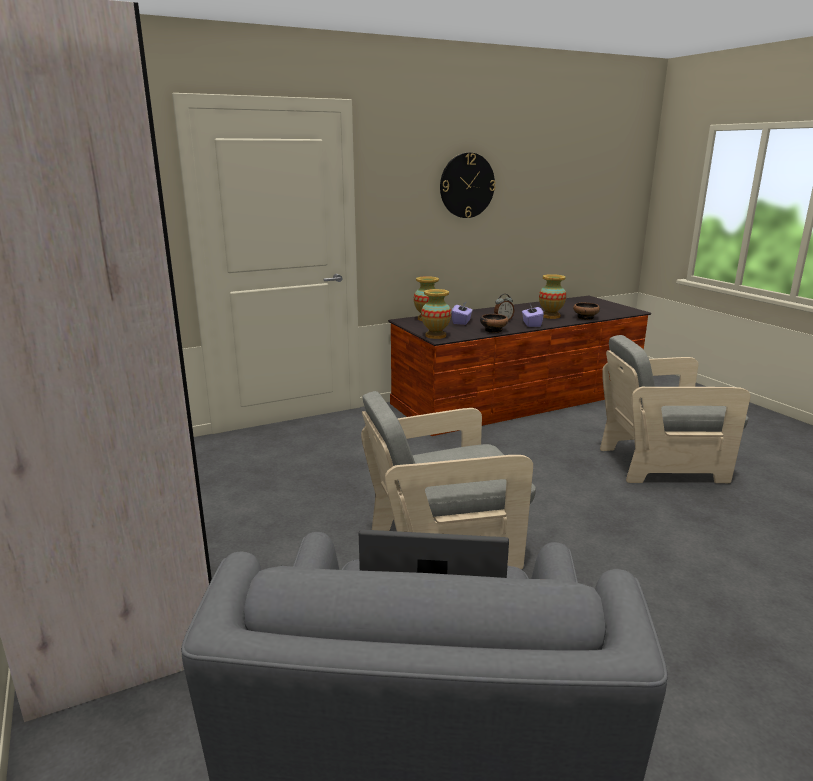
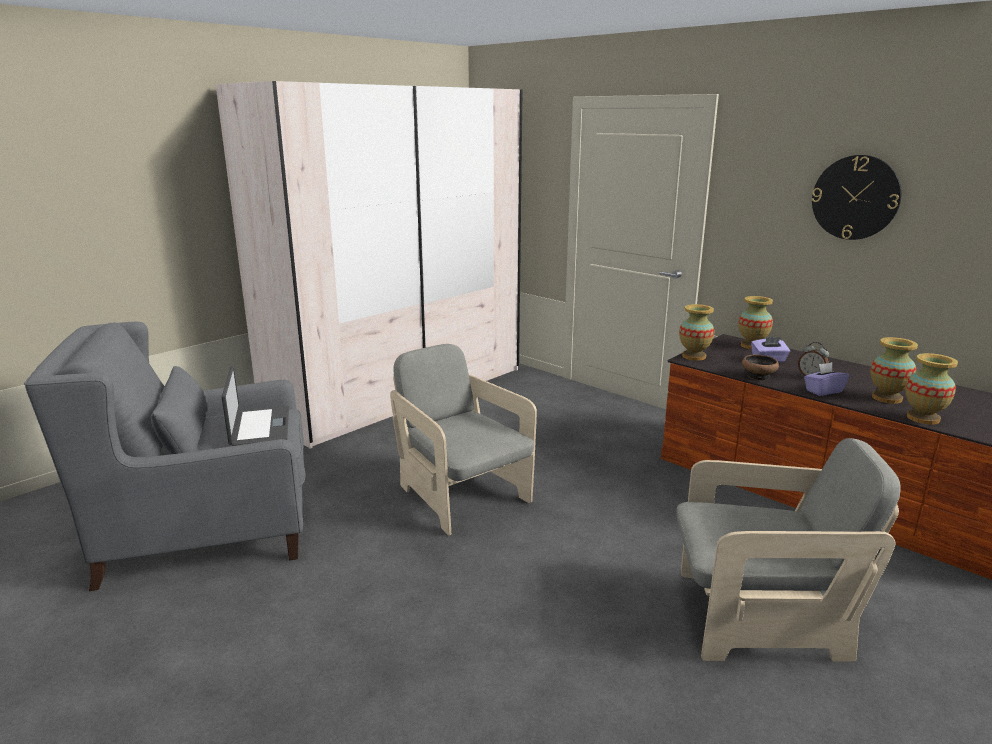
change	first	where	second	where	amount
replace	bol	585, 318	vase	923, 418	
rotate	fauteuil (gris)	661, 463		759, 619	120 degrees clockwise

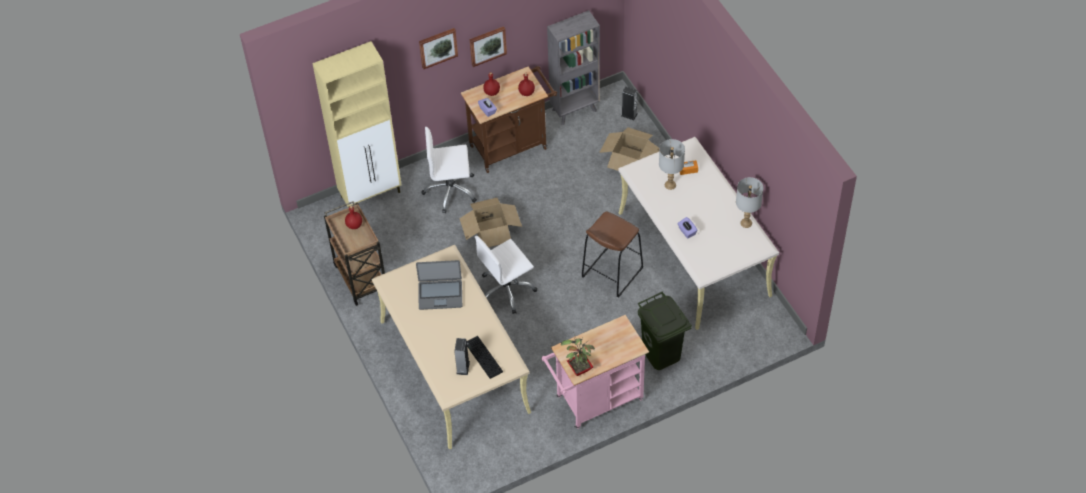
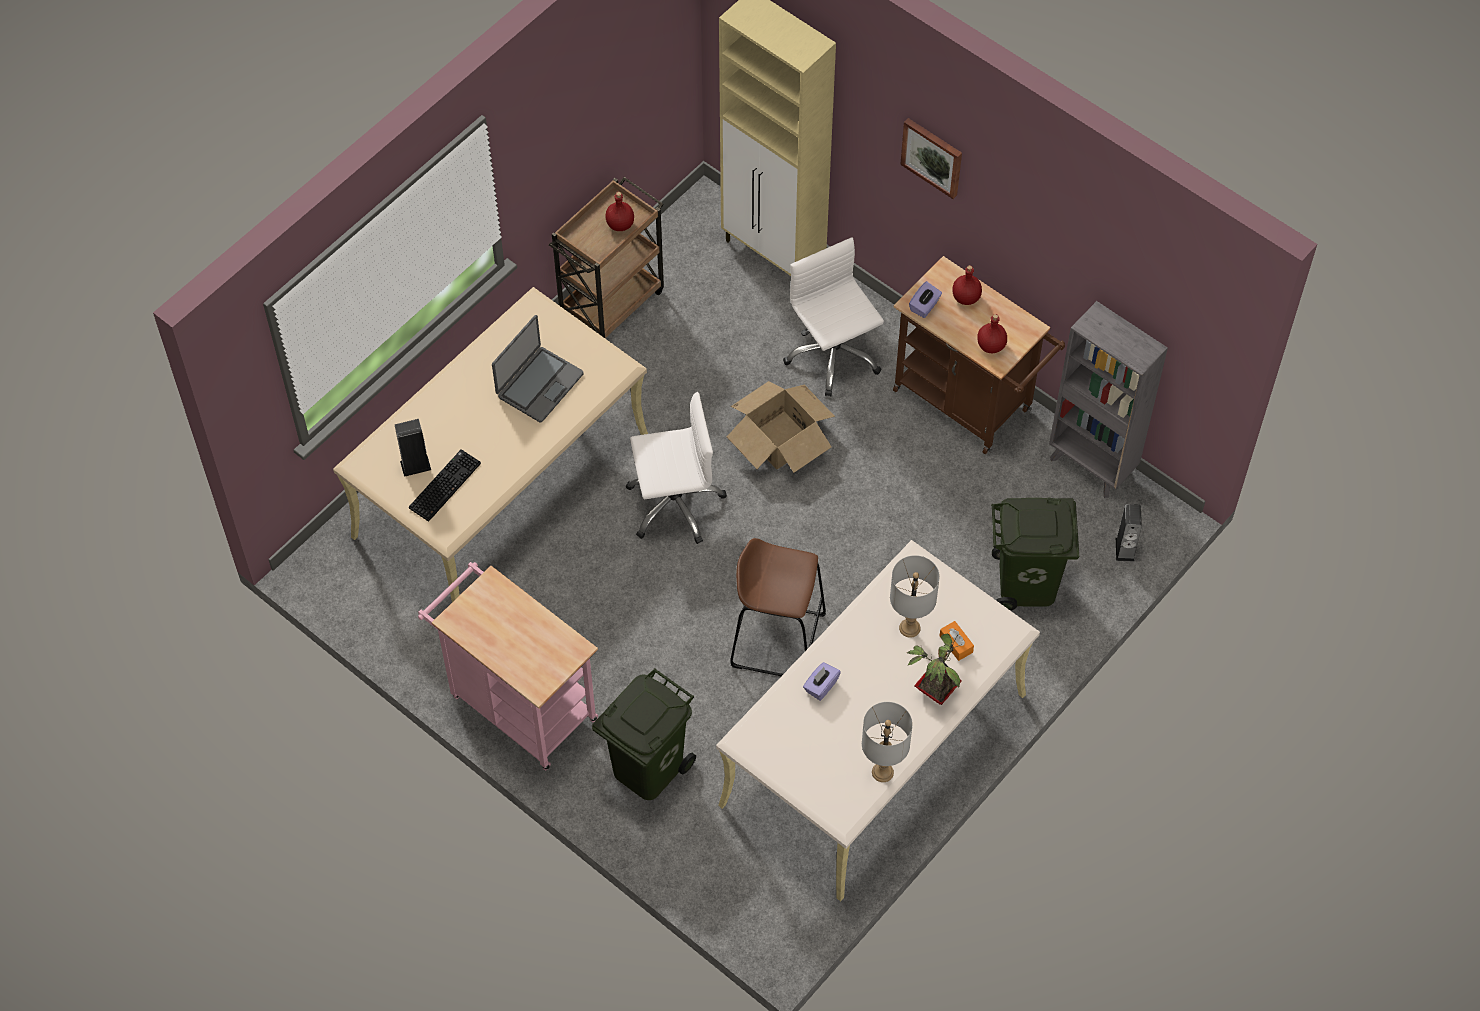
change	first	where	second	where	amount
delete	tableau	487, 45			
replace	carton	630, 160	poubelle (vert)	1026, 585	
rotate	chaise de bureau (blanc)	506, 290		674, 503	135 degrees clockwise
rotate	ordinateur portable	440, 294		539, 384	120 degrees counterclockwise
move	plante en pot	579, 370		935, 690	

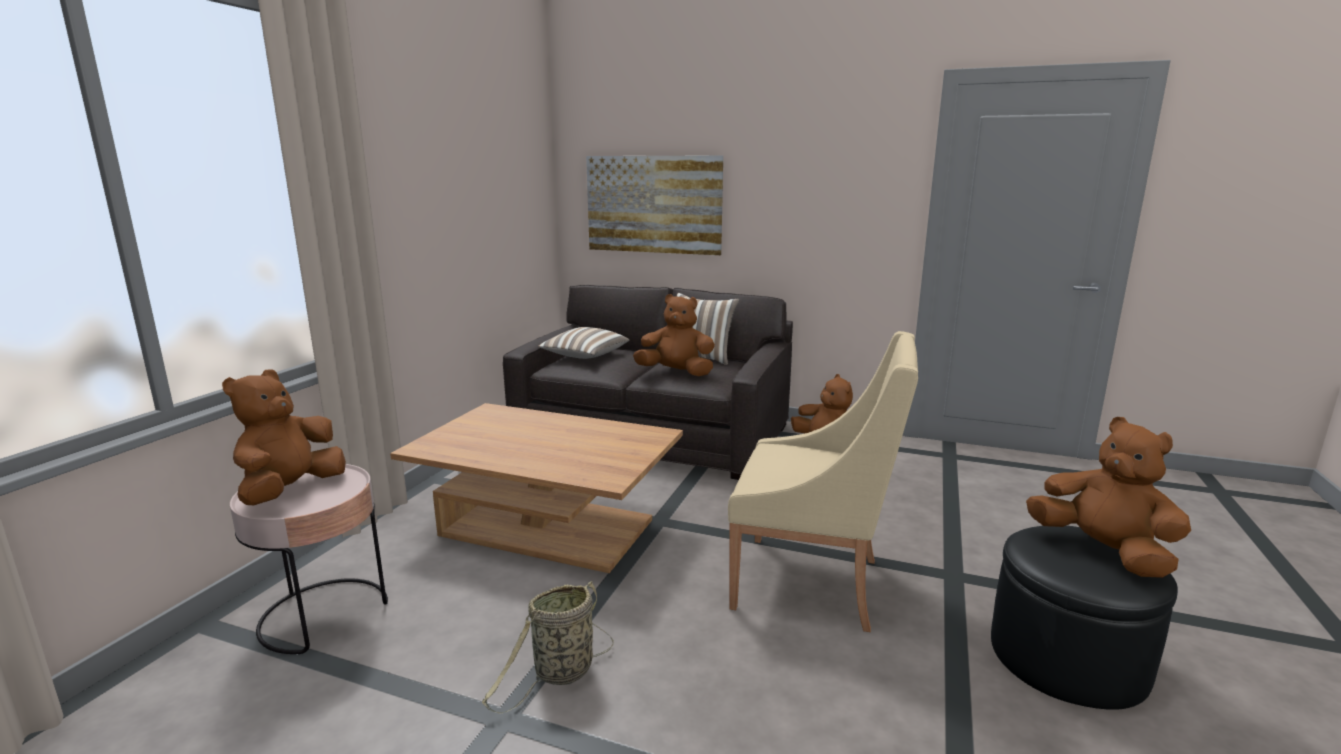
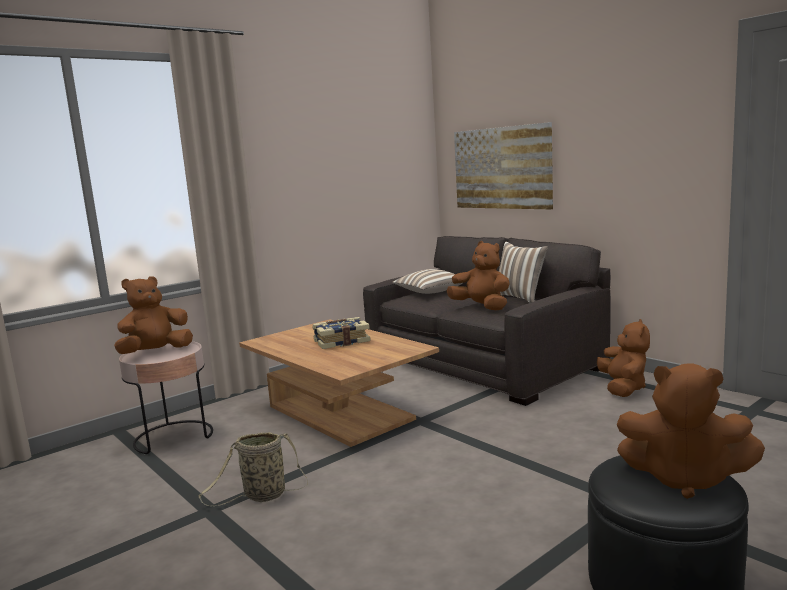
change	first	where	second	where	amount
delete	fauteuil (beige)	812, 583			
rotate	peluche (marron)	1102, 551		684, 479	120 degrees clockwise
insert			livre	341, 341	

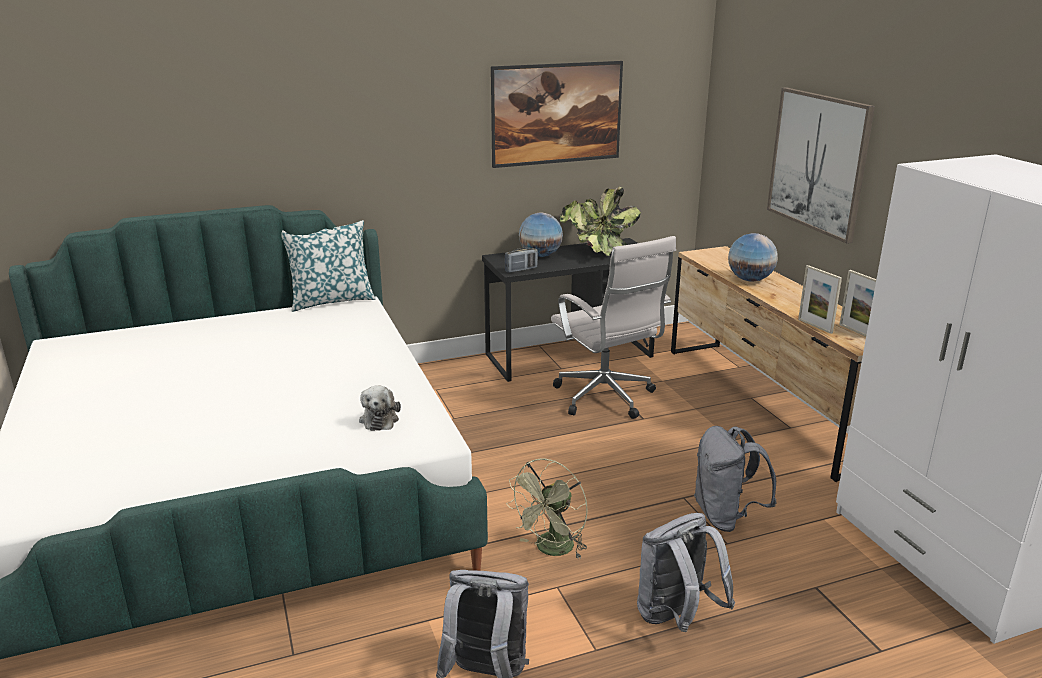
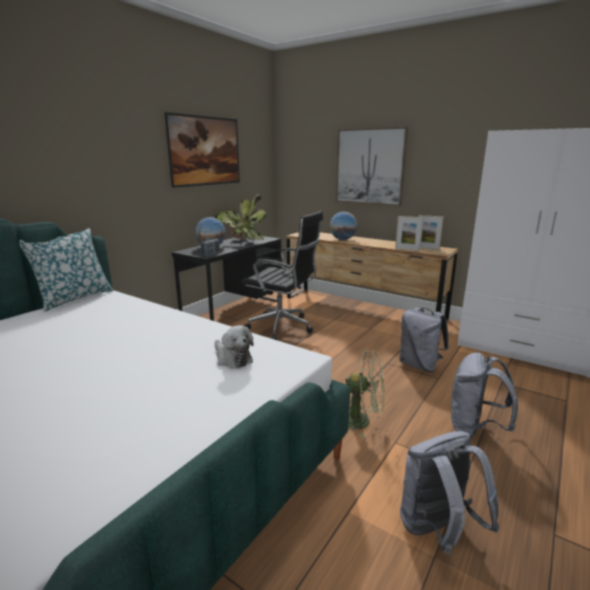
change	first	where	second	where	amount
recolor	chaise de bureau (blanc)	606, 399	chaise de bureau (noir)	283, 327	
rotate	ventilateur (vert)	551, 550		362, 421	75 degrees counterclockwise

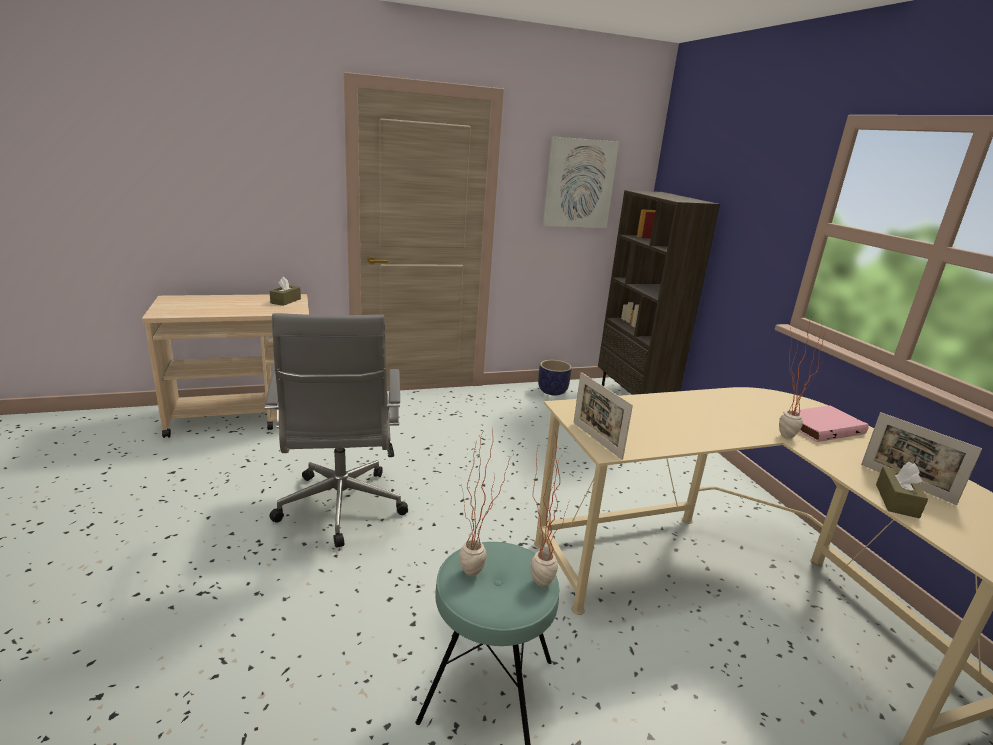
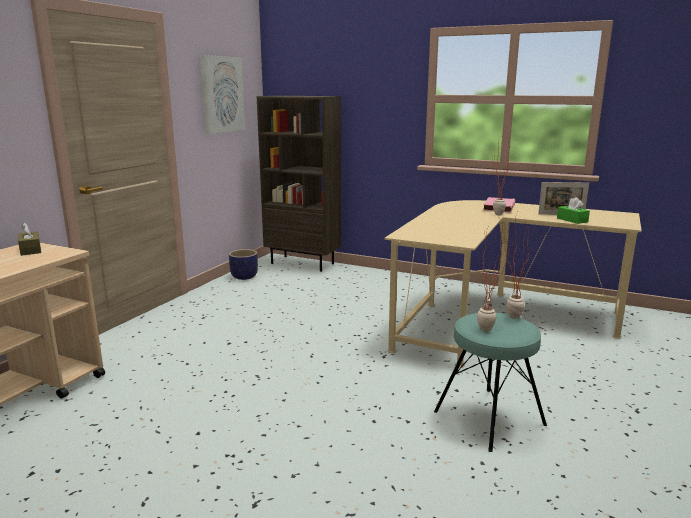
change	first	where	second	where	amount
delete	chaise de bureau (gris)	341, 509			
delete	cadre photo	596, 440			
recolor	boîte à mouchoirs (marron)	896, 501	boîte à mouchoirs (vert)	572, 220	

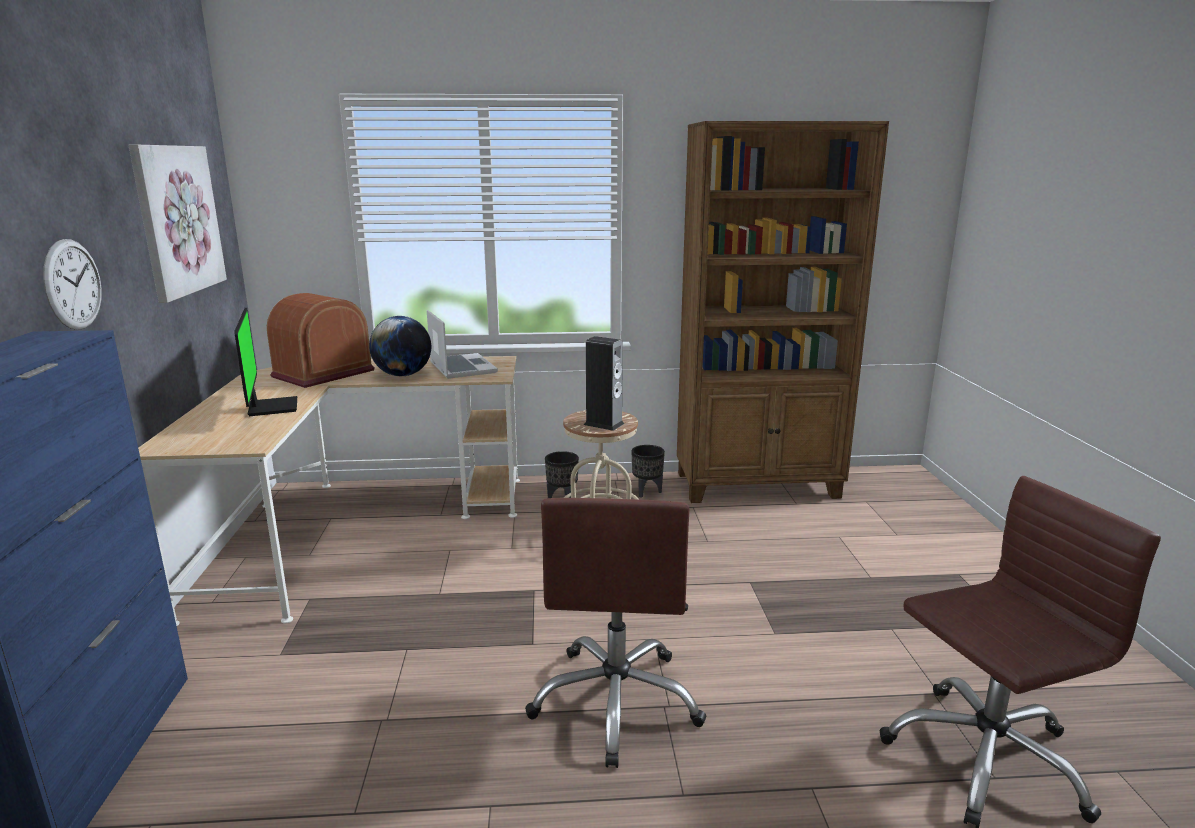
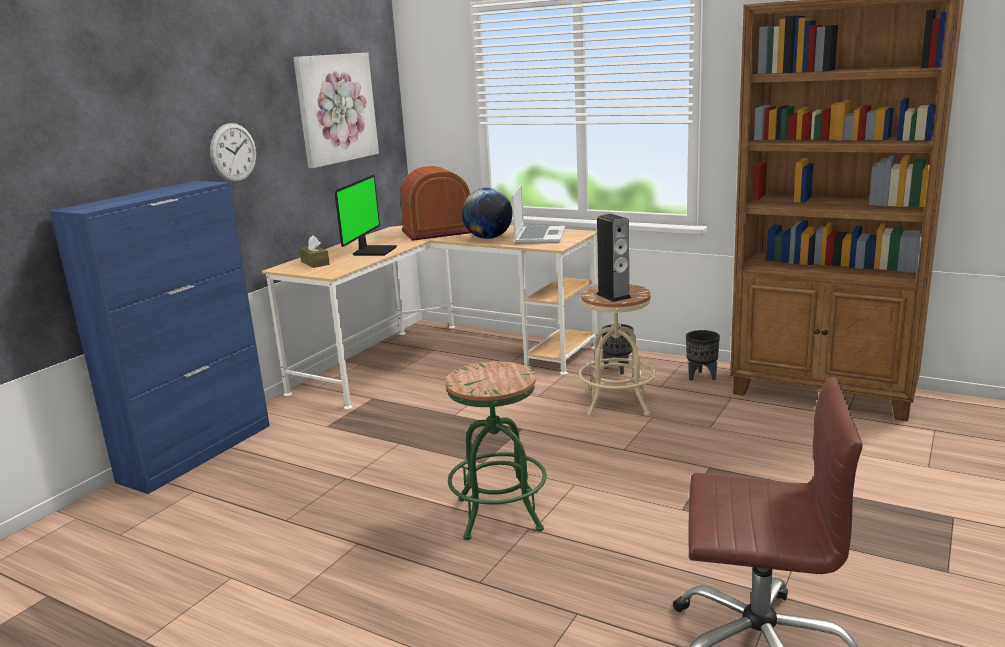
change	first	where	second	where	amount
replace	chaise de bureau (marron)	617, 701	tabouret (vert)	499, 514	
insert			boîte à mouchoirs (marron)	315, 263	

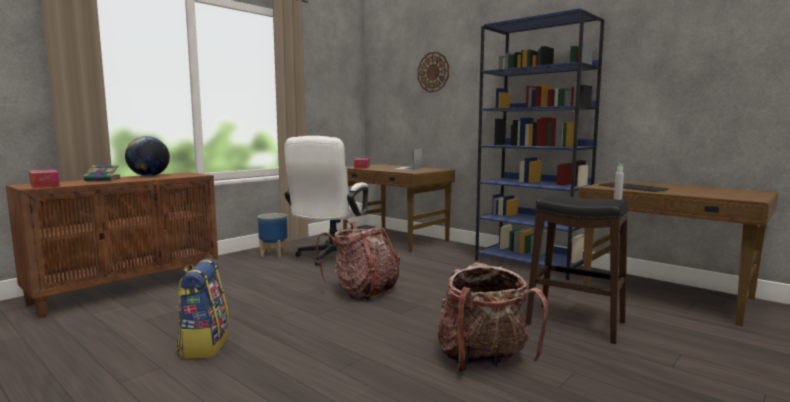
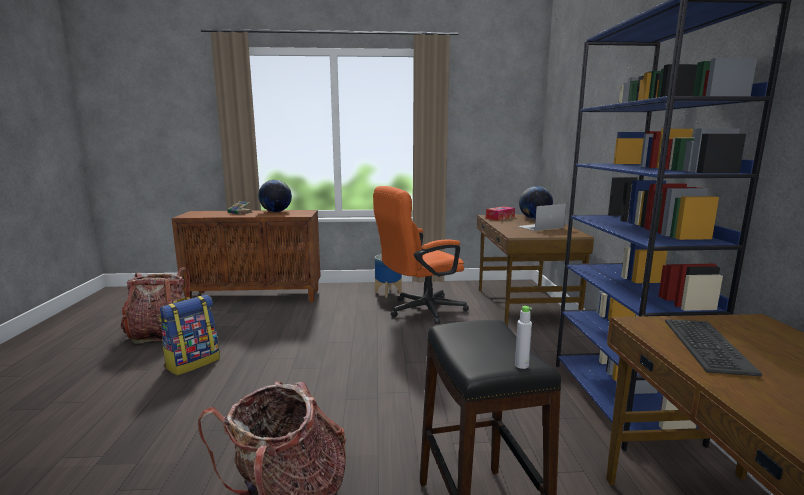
change	first	where	second	where	amount
delete	horloge murale	433, 72			
recolor	chaise de bureau (blanc)	329, 258	chaise de bureau (orange)	420, 310	
delete	boîte à mouchoirs	44, 185			
move	sac à dos	363, 292		159, 333	
insert			globe	534, 218	

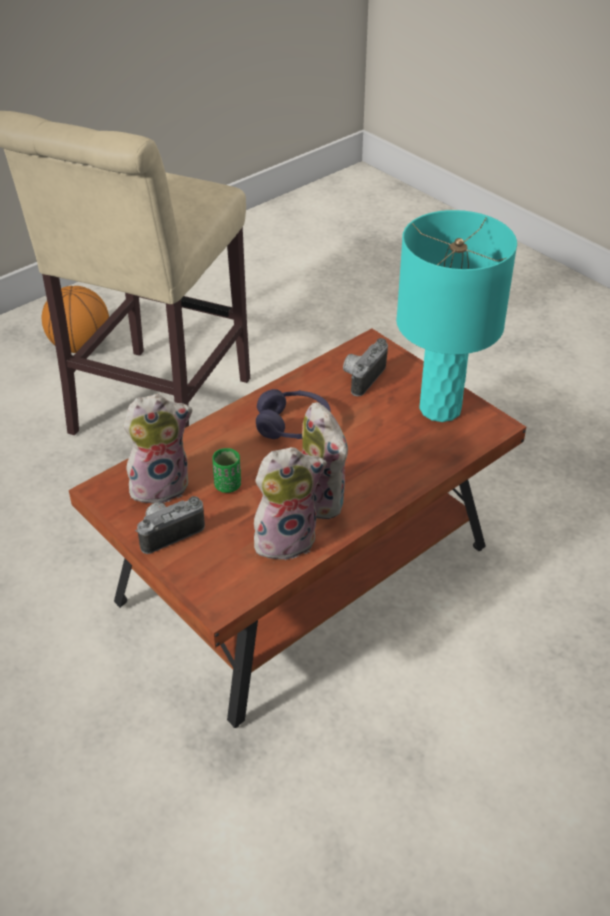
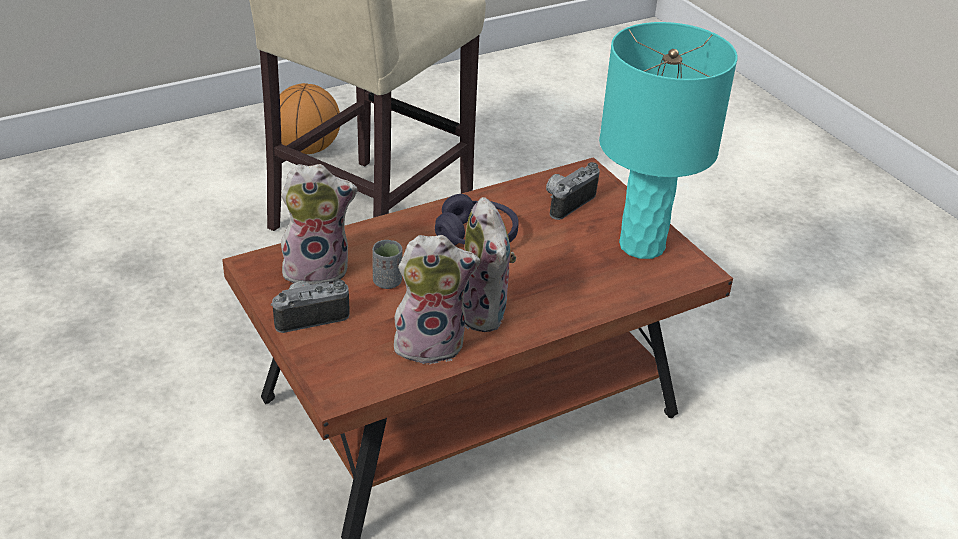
change	first	where	second	where	amount
recolor	tasse (vert)	228, 485	tasse (gris)	387, 282	

